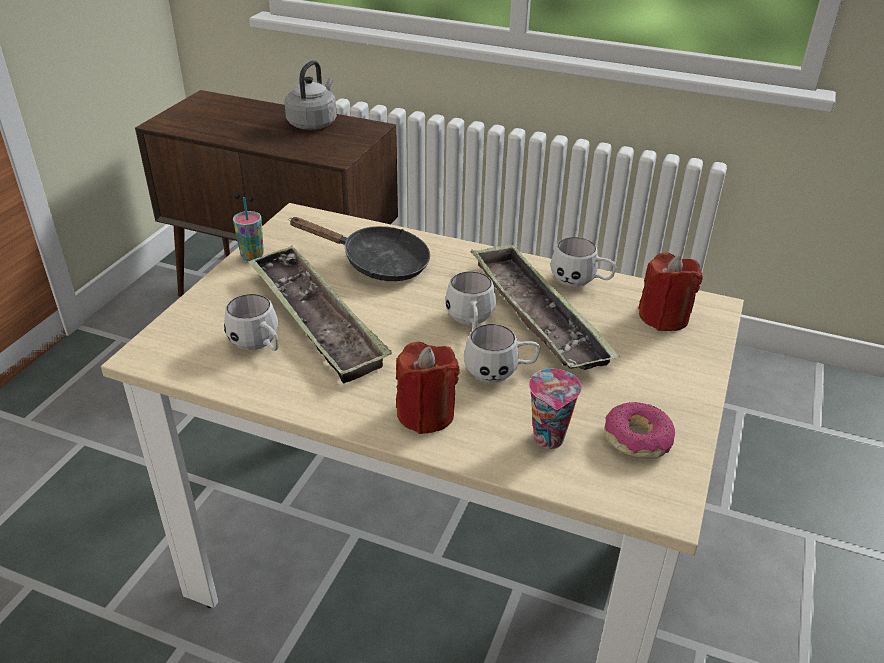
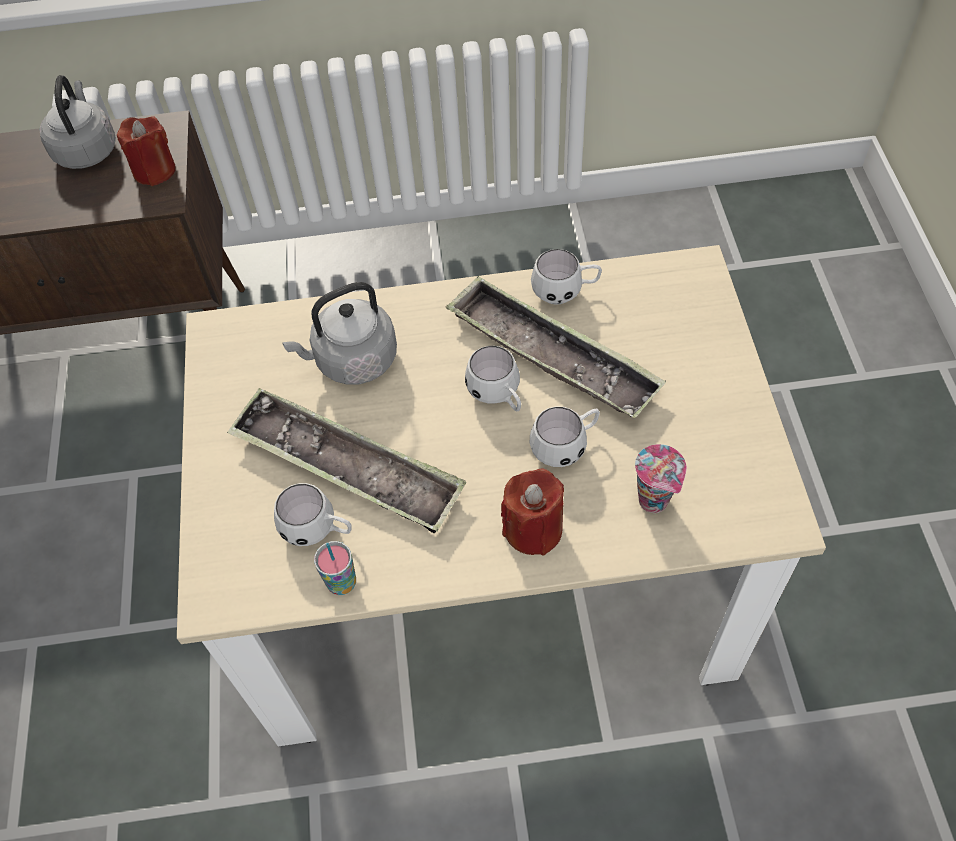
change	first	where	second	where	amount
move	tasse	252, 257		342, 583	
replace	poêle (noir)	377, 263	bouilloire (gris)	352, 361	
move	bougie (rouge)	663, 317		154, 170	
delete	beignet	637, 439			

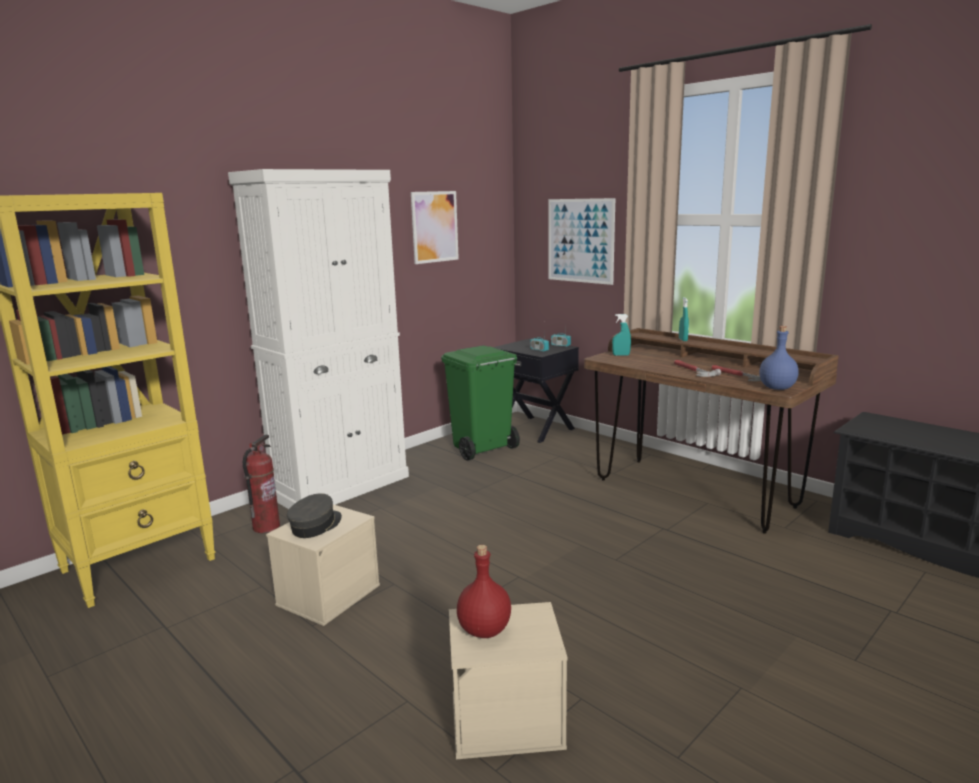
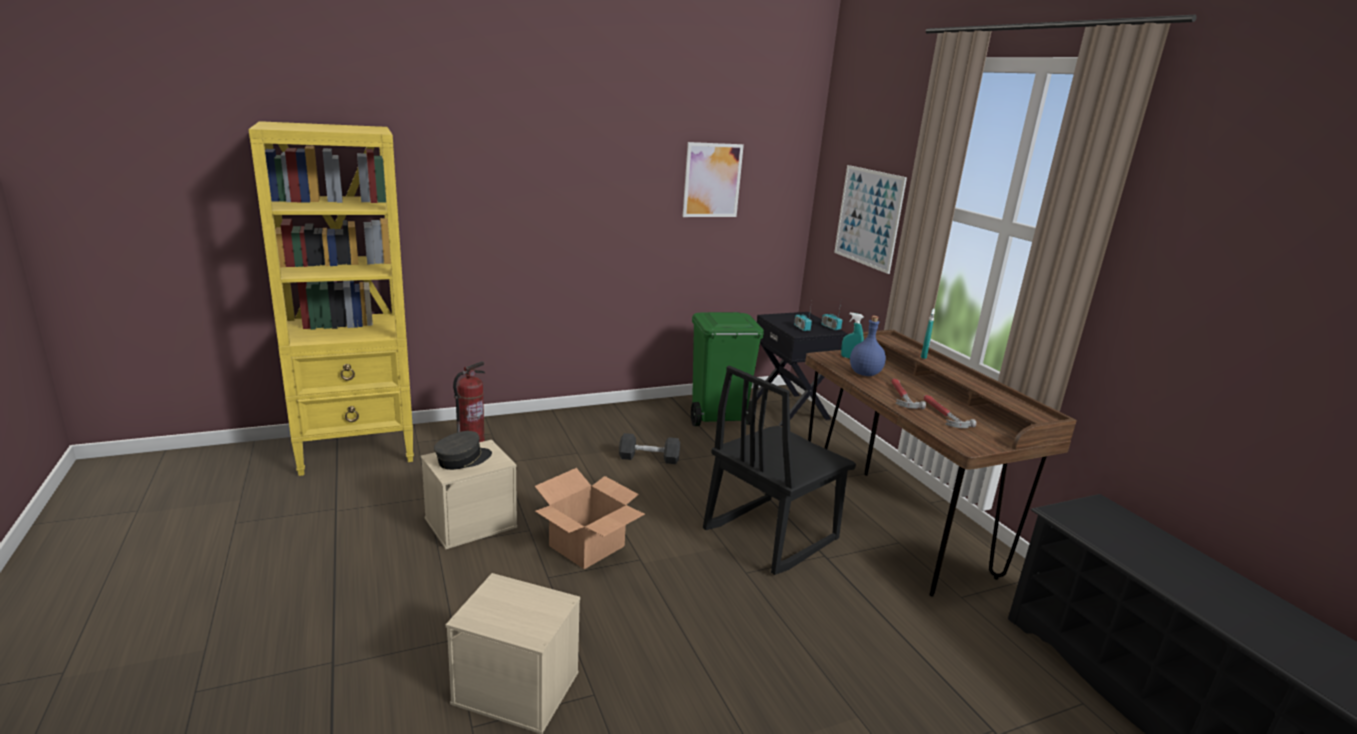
change	first	where	second	where	amount
delete	meuble de rangement (blanc)	341, 486			
move	bouteille (bleu)	777, 388		865, 373	
delete	bouteille (rouge)	483, 631			
insert			chaise (noir)	769, 534	
insert			haltère (noir)	649, 458	
insert			carton	587, 545	

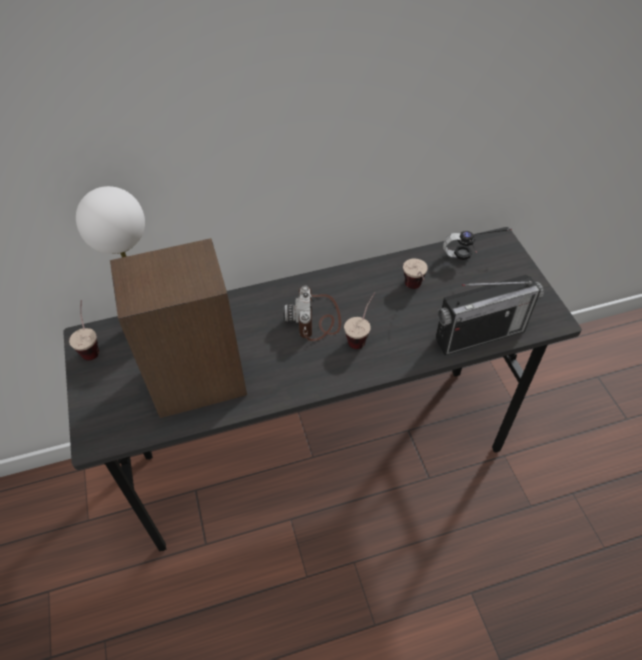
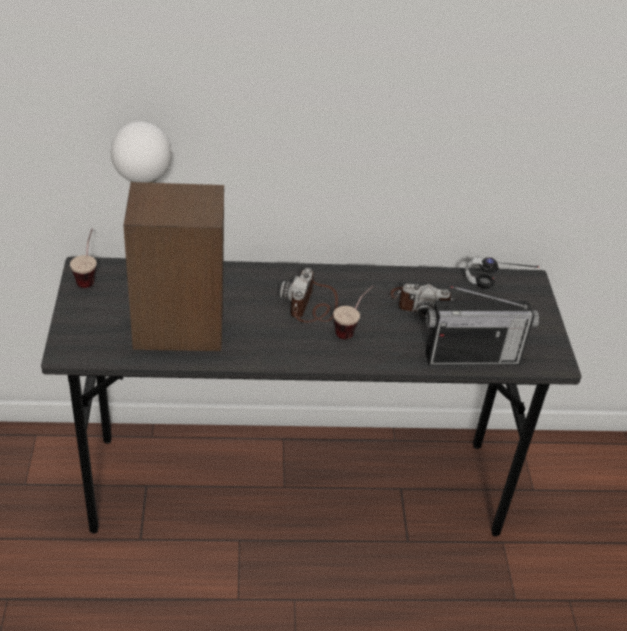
change	first	where	second	where	amount
replace	tasse	414, 290	appareil photo	421, 304	

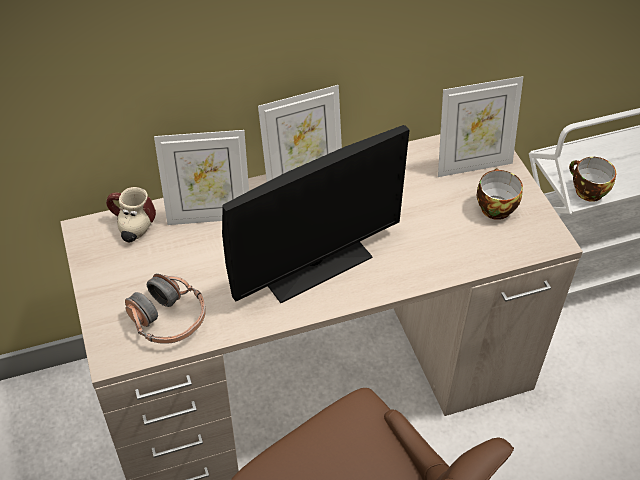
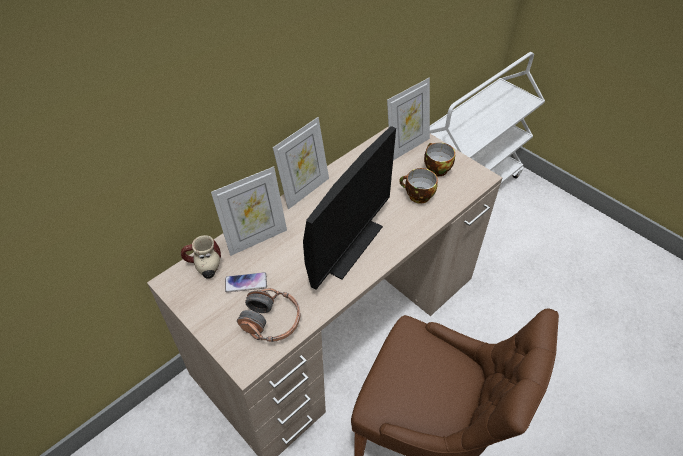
change	first	where	second	where	amount
move	tasse	586, 191		417, 196	
insert			téléphone	246, 283	

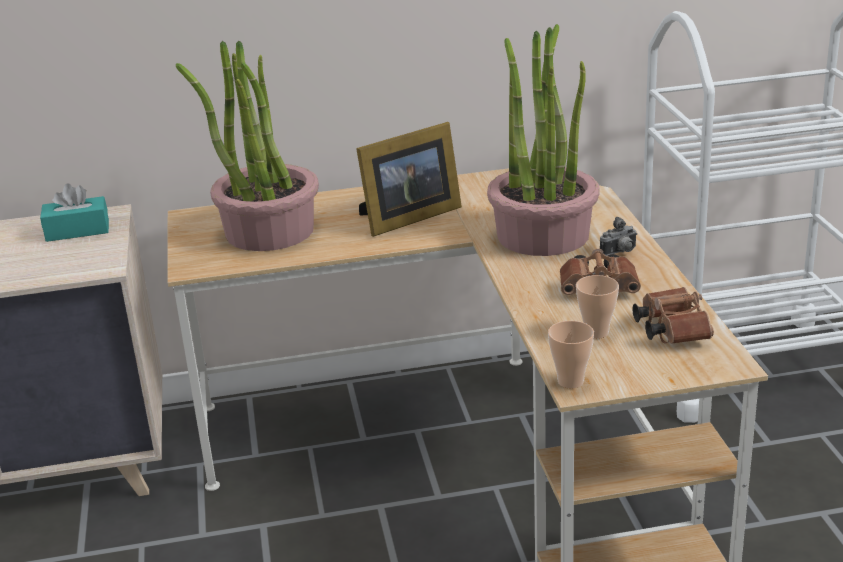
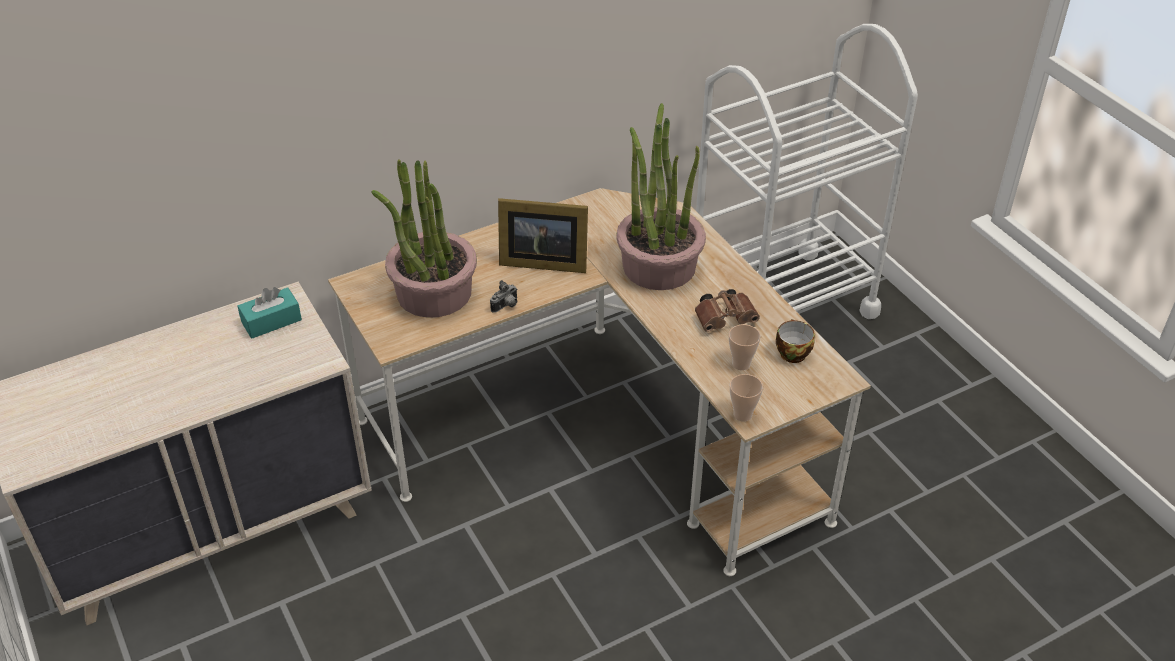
change	first	where	second	where	amount
rotate	cadre photo	406, 218		541, 261	60 degrees clockwise
move	appareil photo	620, 252		506, 306	
replace	jumelles (marron)	670, 329	tasse	791, 352	

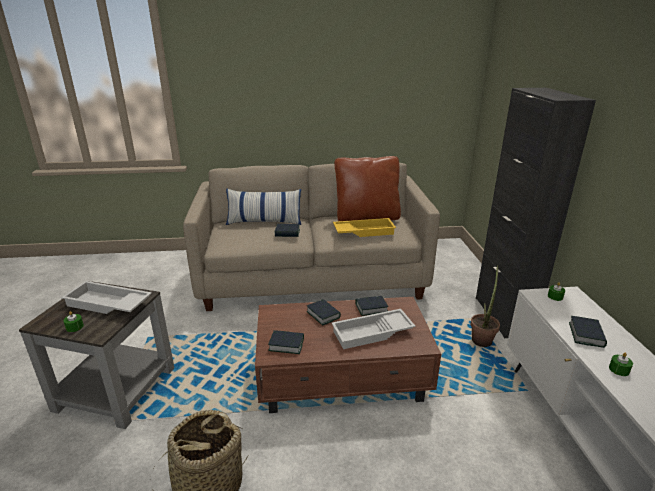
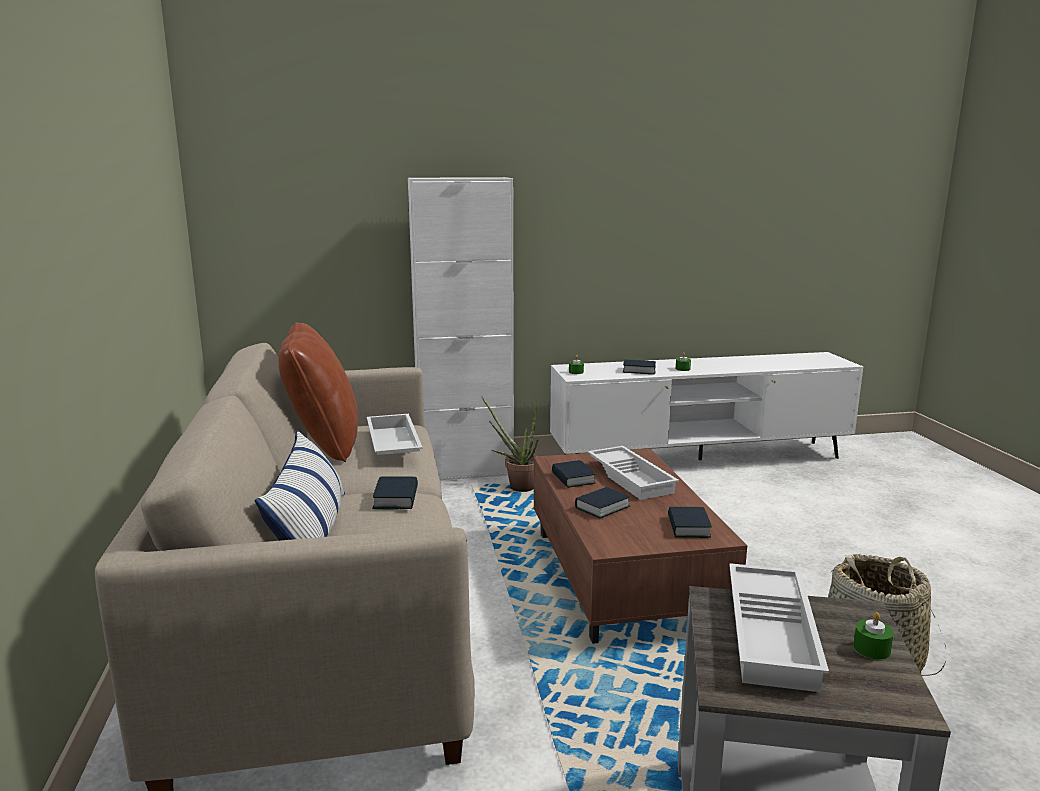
change	first	where	second	where	amount
recolor	meuble de rangement (noir)	503, 316	meuble de rangement (blanc)	465, 471	
recolor	plateau (jaune)	364, 231	plateau (blanc)	391, 444	

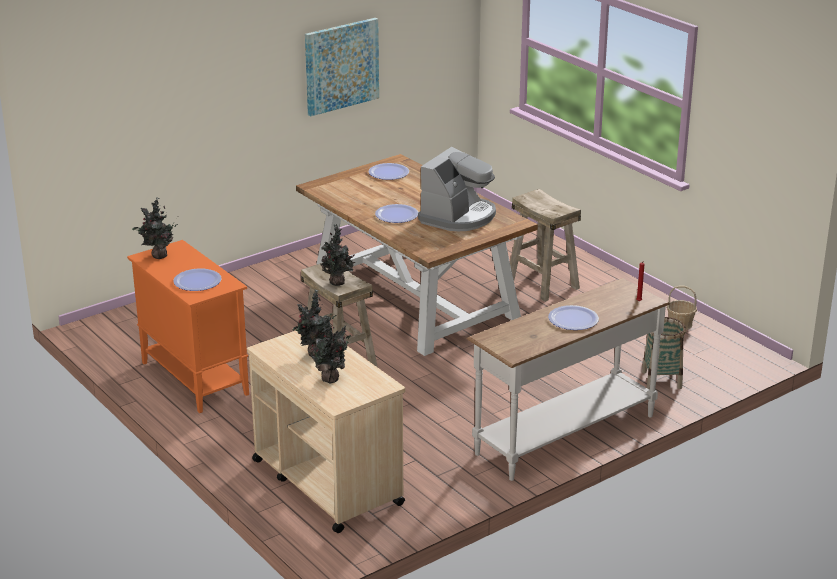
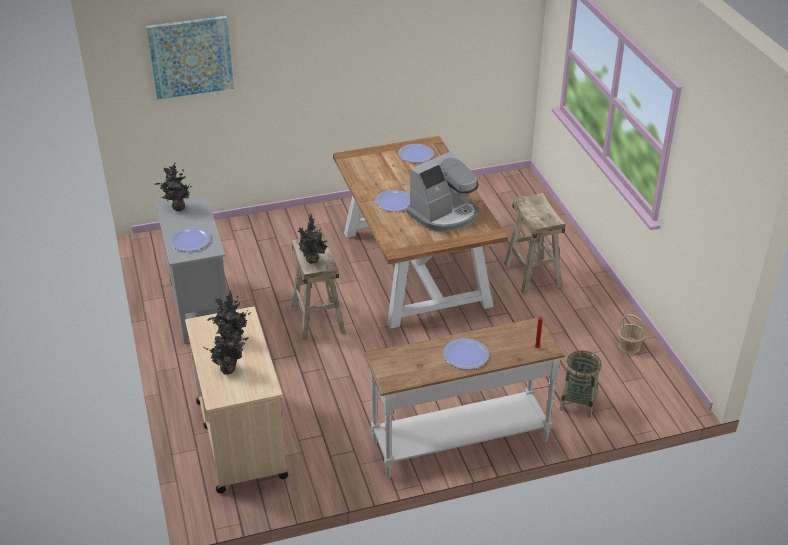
change	first	where	second	where	amount
move	tableau	341, 66		191, 57	
recolor	meuble de rangement (orange)	193, 378	meuble de rangement (gris)	200, 308	

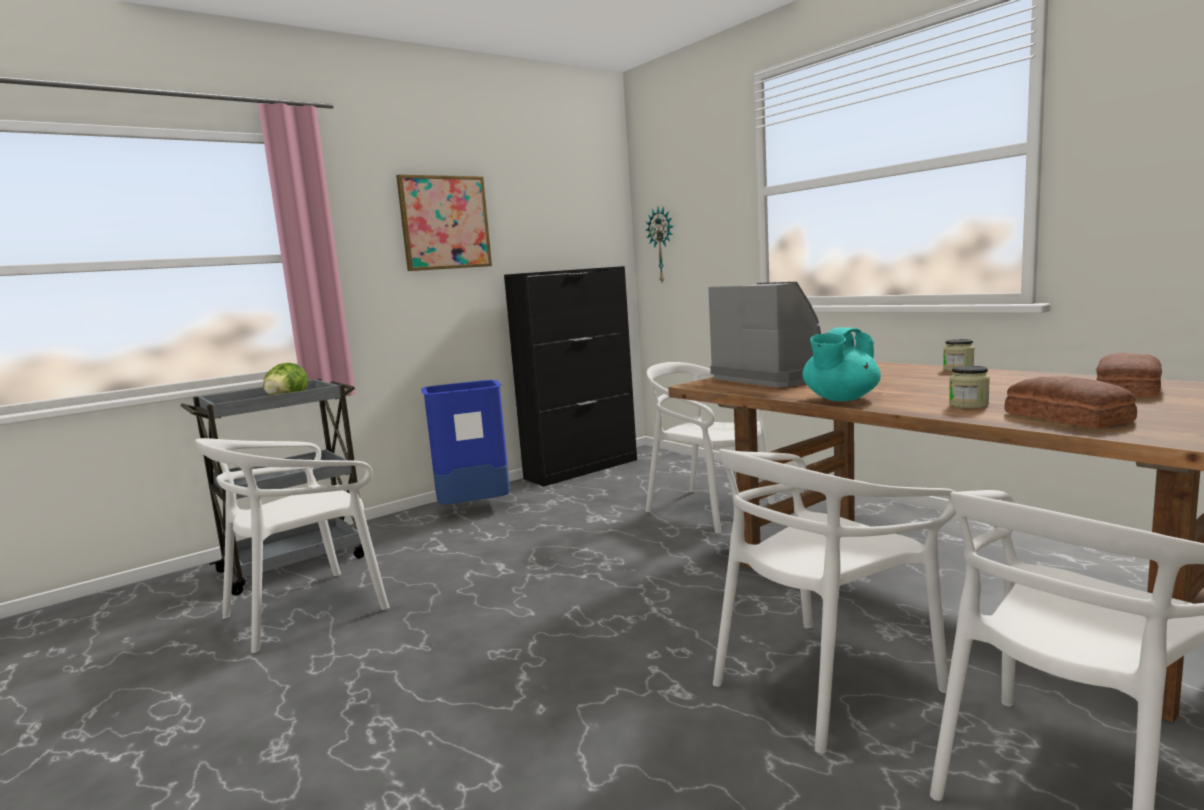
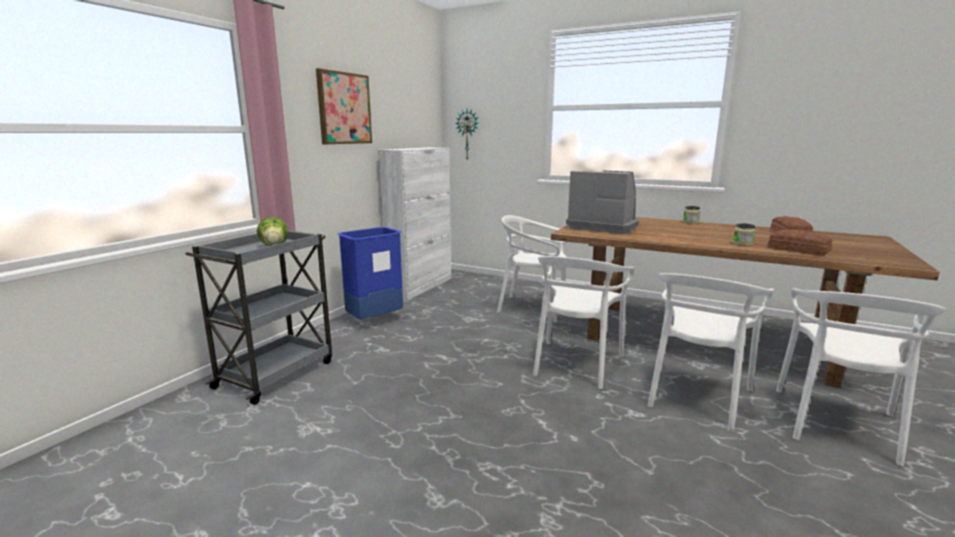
change	first	where	second	where	amount
recolor	meuble de rangement (noir)	582, 469	meuble de rangement (blanc)	420, 286	
delete	théière (turquoise)	840, 399			
move	chaise (blanc)	306, 610		576, 364	

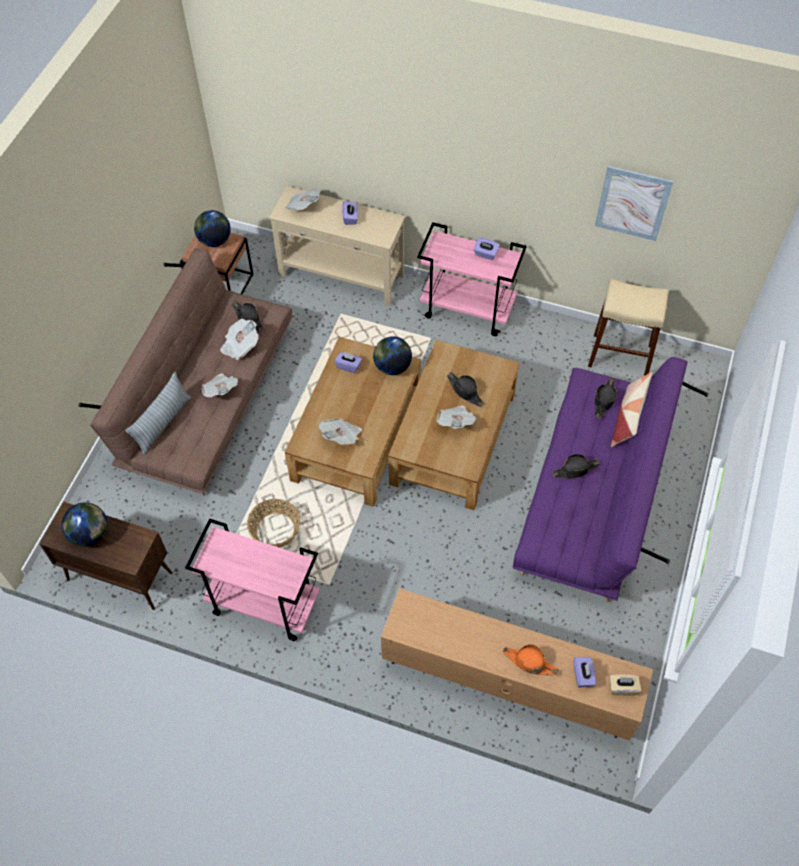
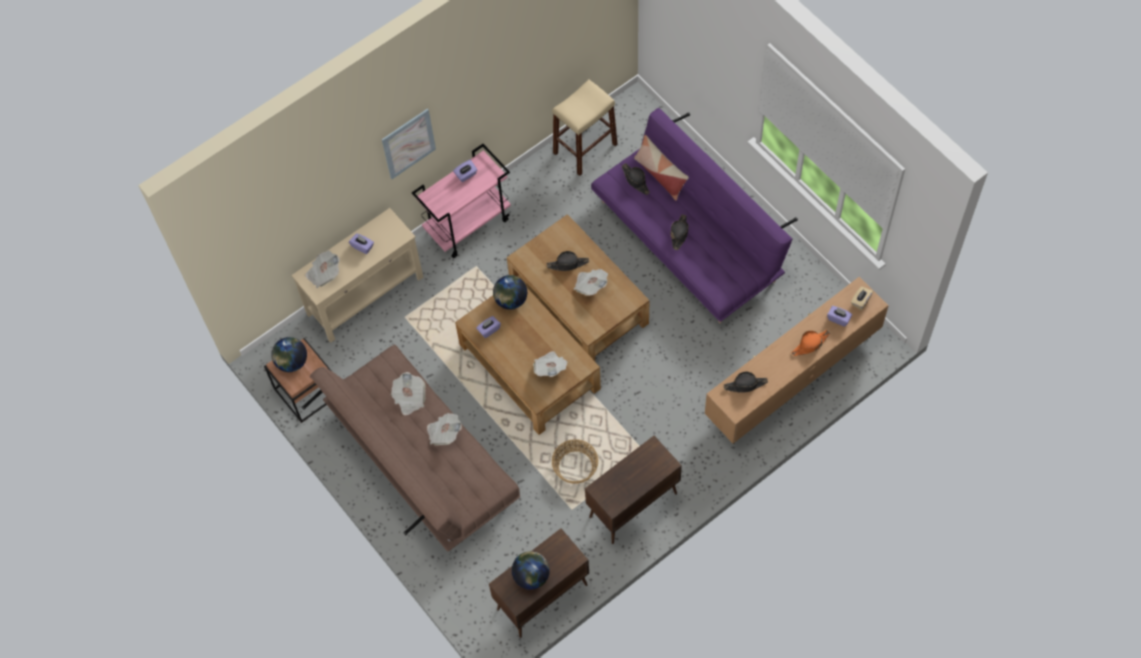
change	first	where	second	where	amount
move	tableau	632, 203		408, 143	
move	chapeau (noir)	248, 318		745, 385	
delete	coussin	163, 423			
replace	chariot (rose)	263, 604	meuble de rangement (marron)	632, 506	

